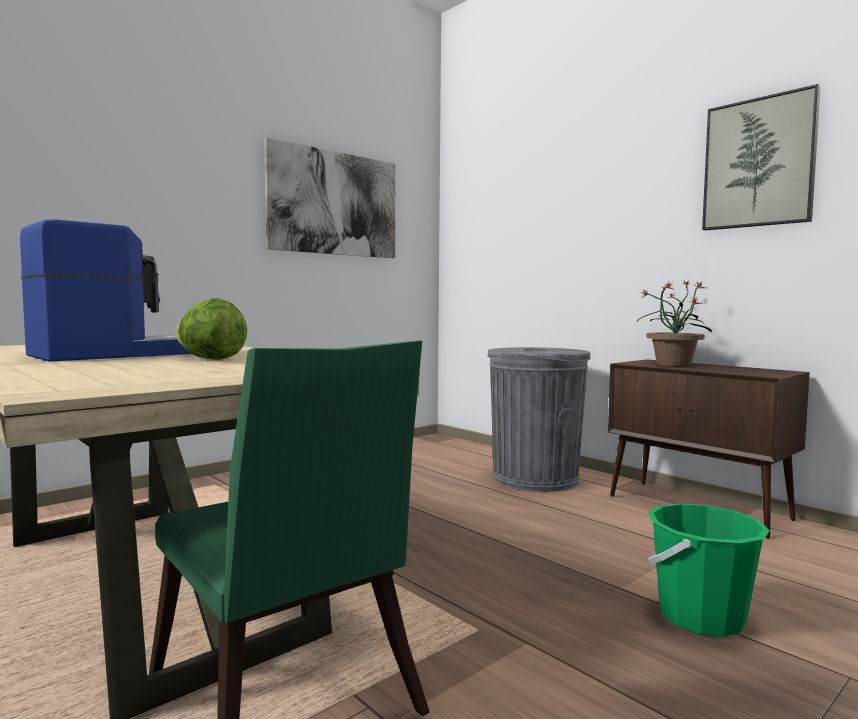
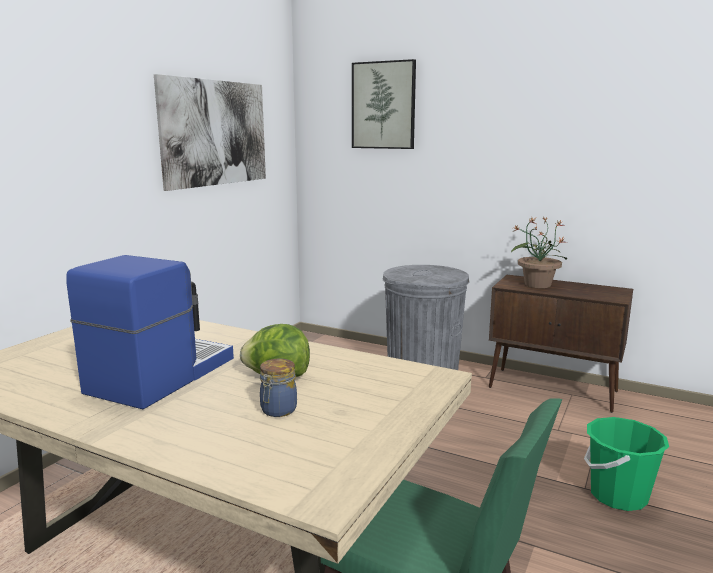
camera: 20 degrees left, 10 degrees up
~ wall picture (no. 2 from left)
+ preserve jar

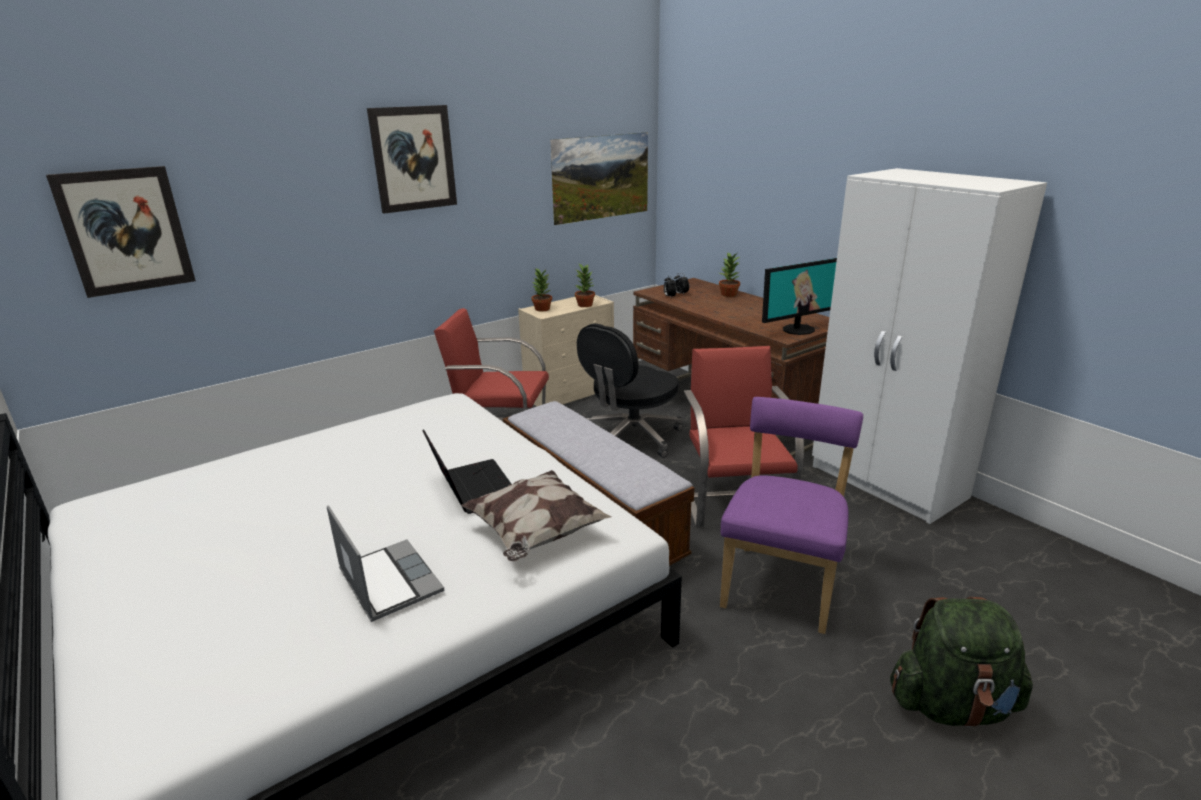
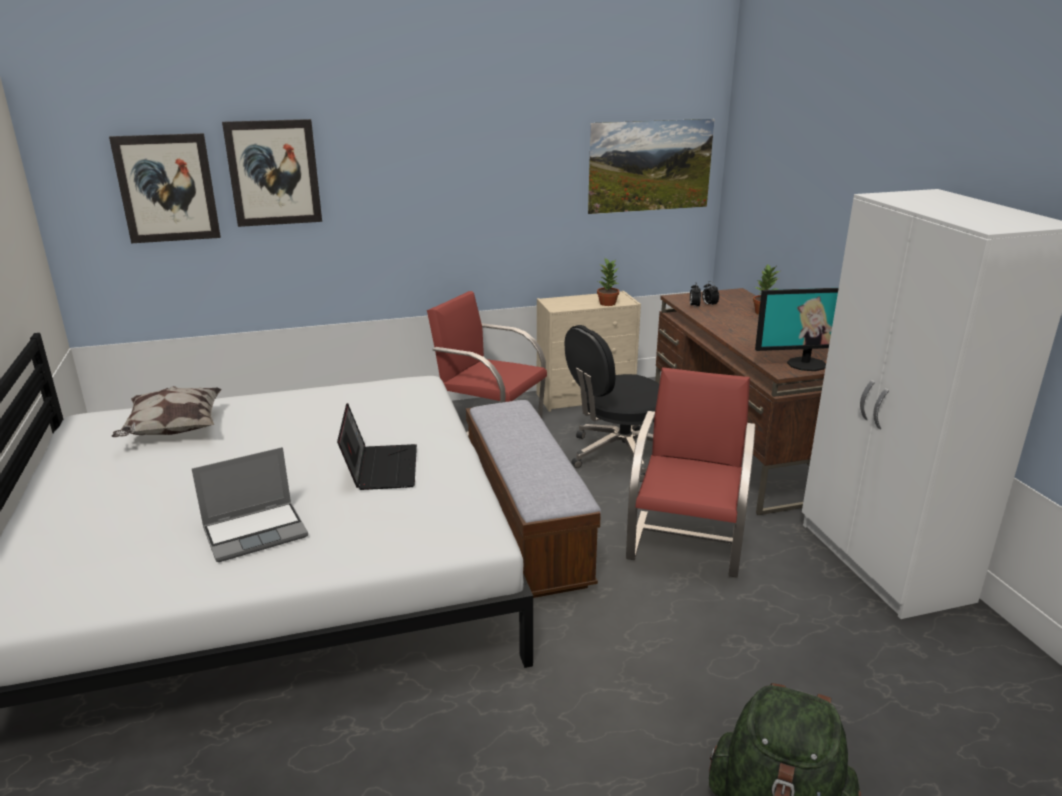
camera: 20 degrees right, 0 degrees up
~ wall picture (no. 2 from left)
- potted plant (no. 1 from left)
- purple-coloured chair
~ cushion
~ laptop (no. 1 from left) 75 degrees clockwise

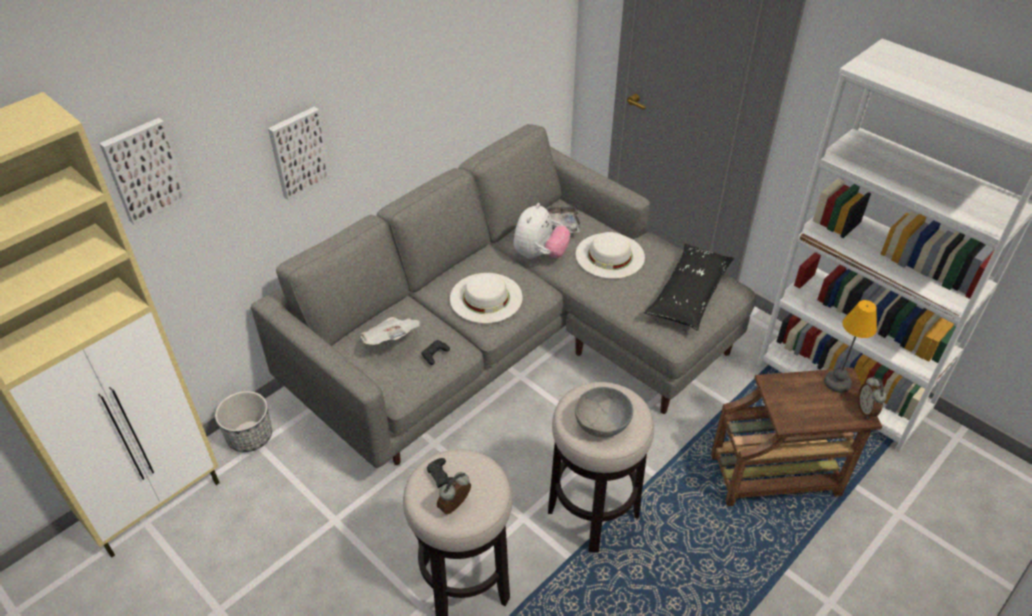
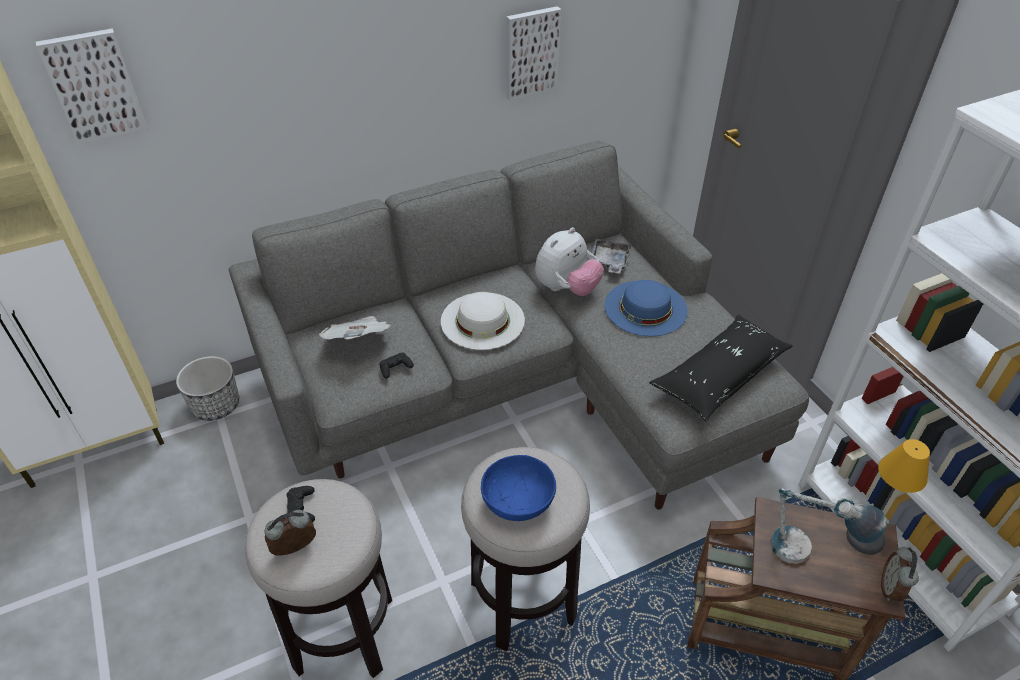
camera: 20 degrees right, 0 degrees up
~ wall picture (no. 2 from left)
~ white-coloured hat (no. 2 from left) to blue hat
~ greyish serving bowl to blue serving bowl
+ tabletop lamp (no. 1 from left)

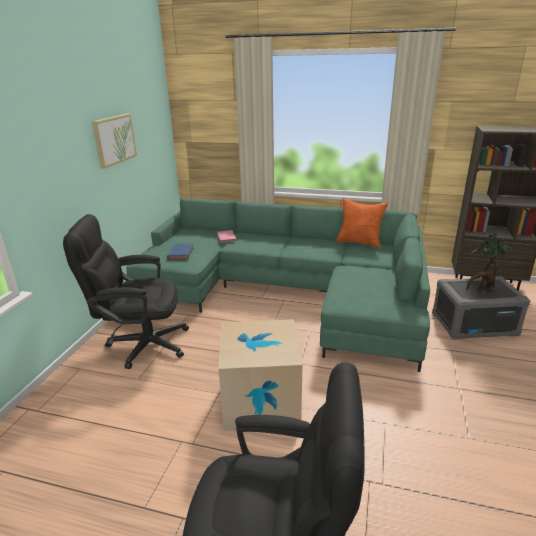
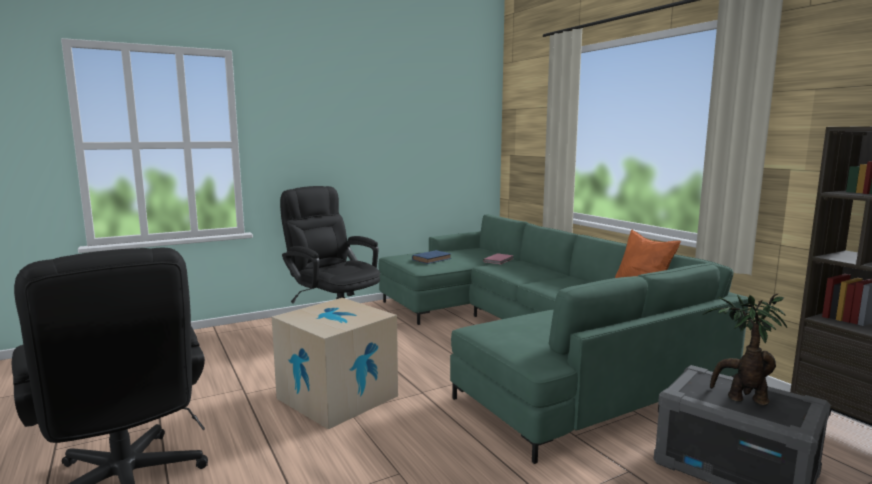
camera: 45 degrees right, 15 degrees down
- wall picture

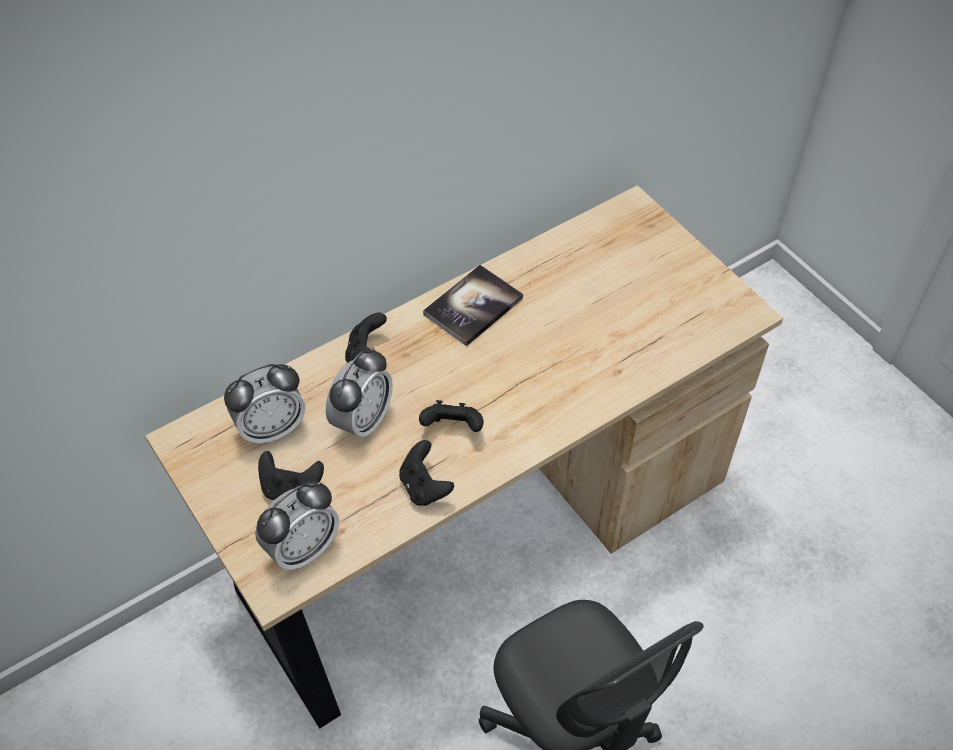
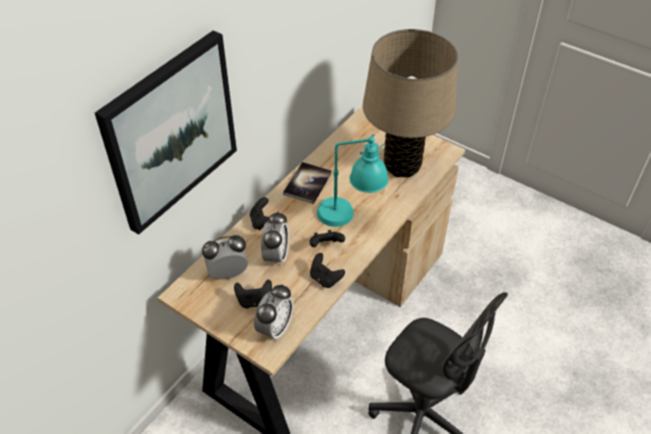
camera: 20 degrees left, 5 degrees down
~ alarm clock (no. 1 from left) 150 degrees counterclockwise
+ beige-coloured tabletop lamp
+ wall picture
+ turquoise tabletop lamp

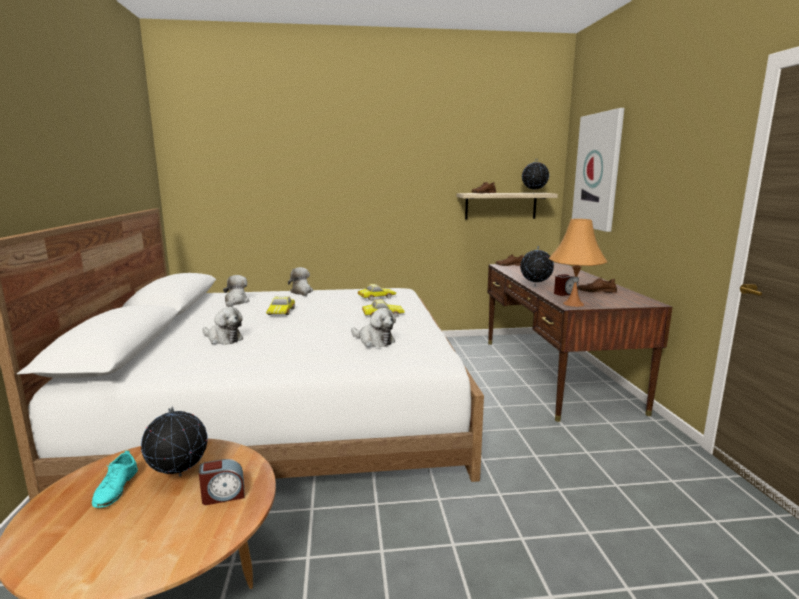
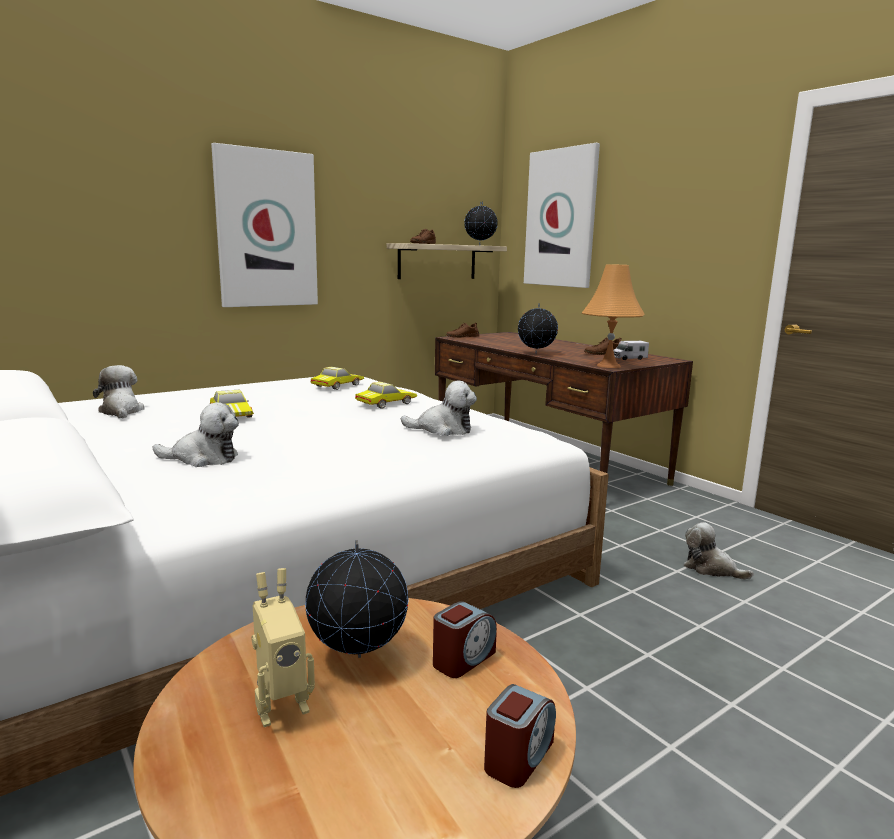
camera: 30 degrees left, 0 degrees up
~ soft toy (no. 3 from left in the first image) to soft toy (no. 4 from left)
~ alarm clock (no. 2 from left)
~ turquoise item of footwear to model robot
+ wall picture (no. 1 from left)
+ toy truck

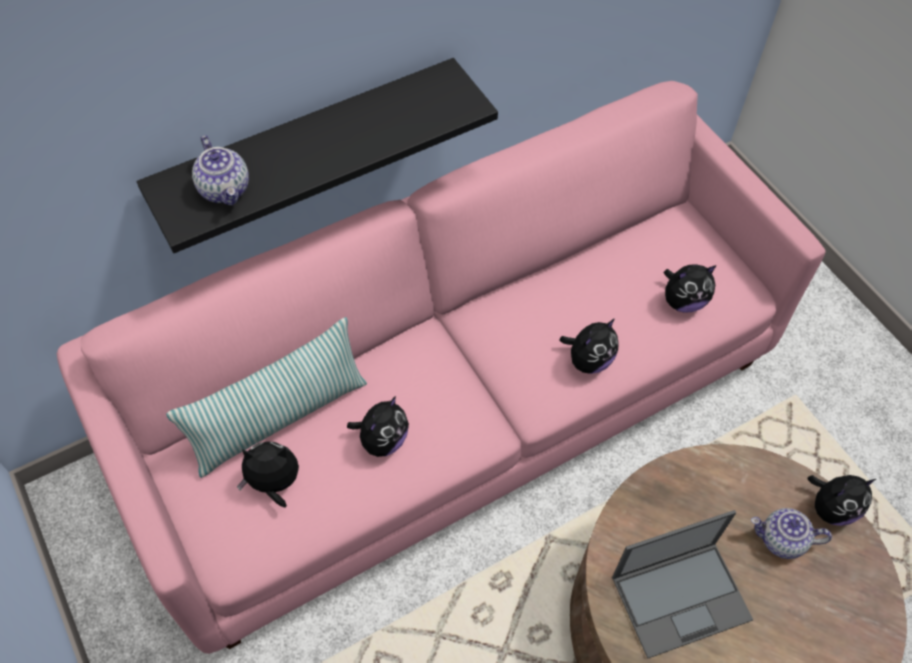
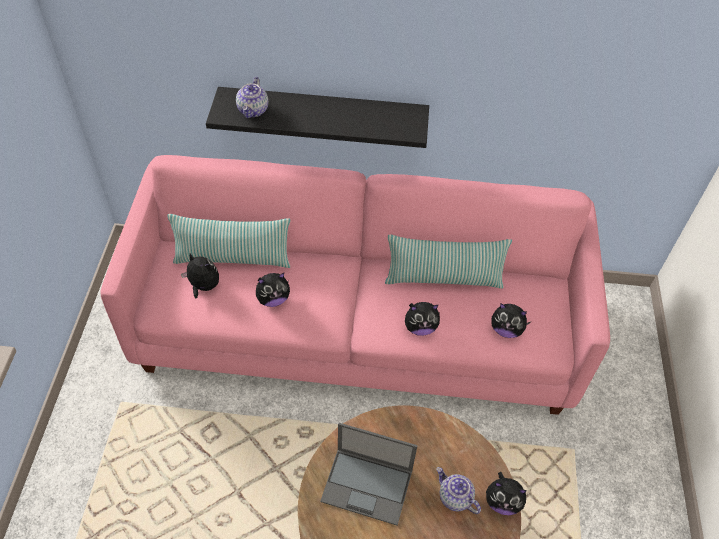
camera: 35 degrees right, 5 degrees down
+ cushion (no. 2 from left)

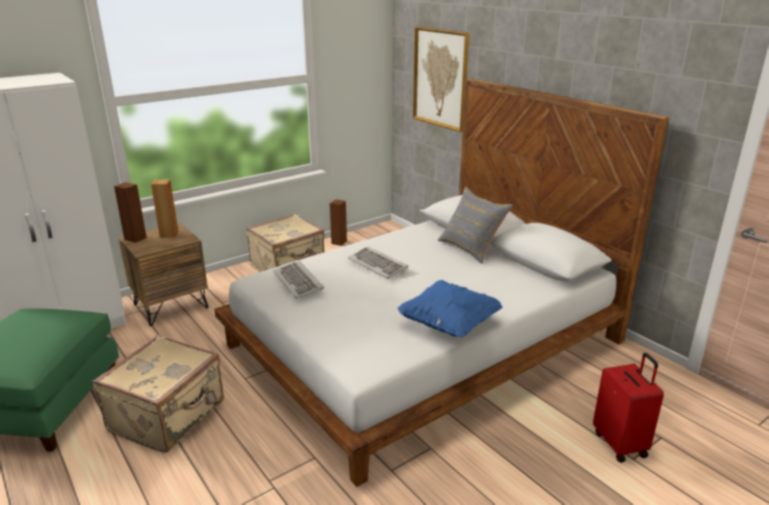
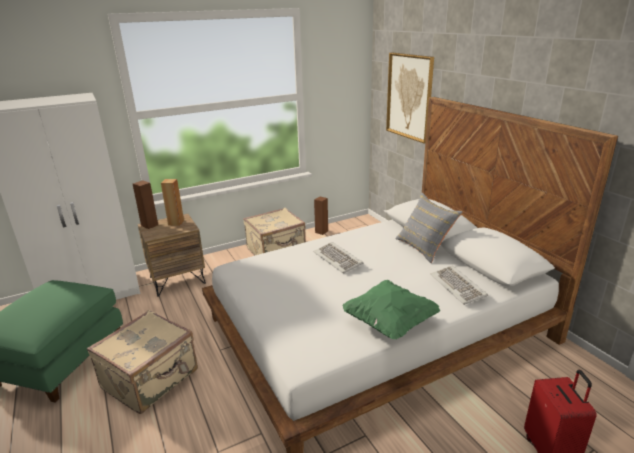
camera: 10 degrees right, 0 degrees up
~ PC keyboard (no. 1 from left in the first image) to PC keyboard (no. 2 from left)
~ blue cushion to green-coloured cushion

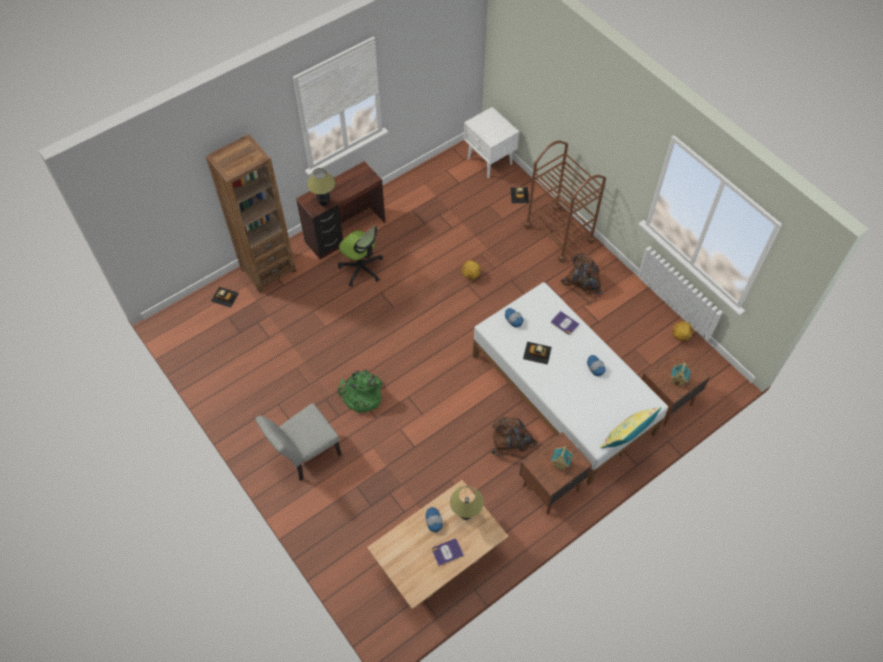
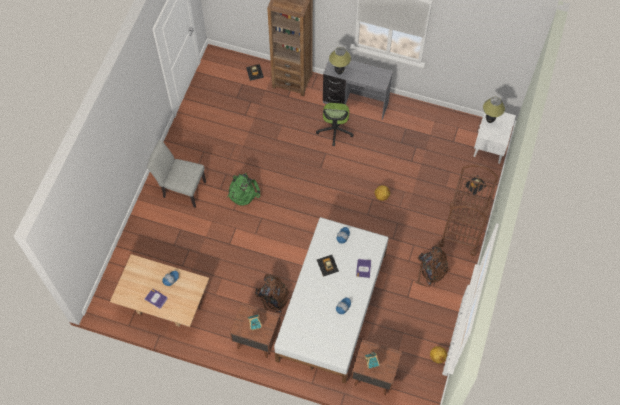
camera: 55 degrees right, 5 degrees up
~ brown-coloured desk unit to greyish desk unit
- yellowish cushion
~ tabletop lamp (no. 2 from left)

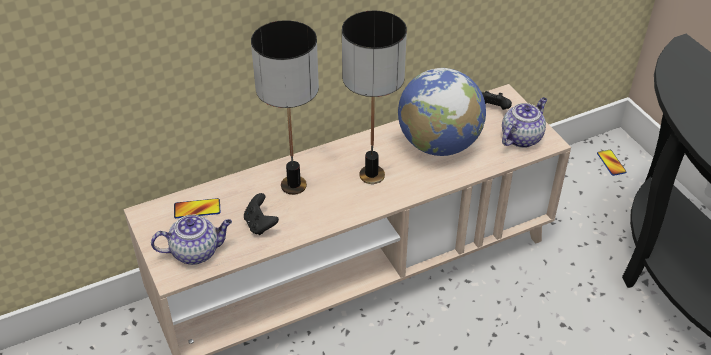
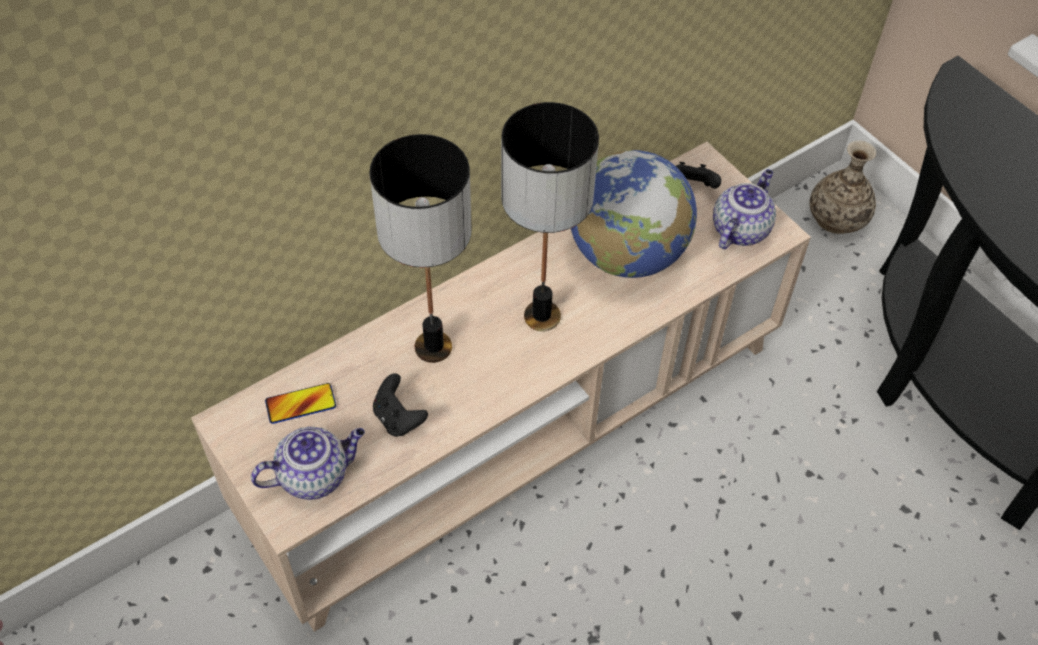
camera: 10 degrees left, 10 degrees up
~ handset (no. 2 from left) to decorative vase

